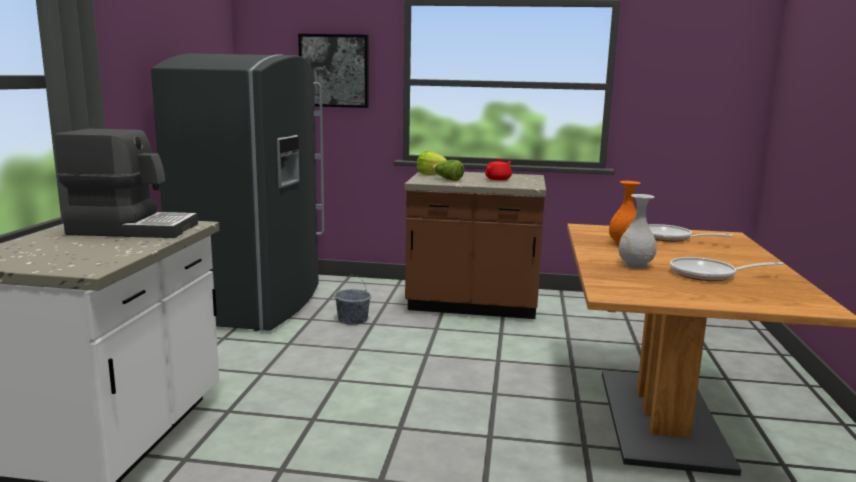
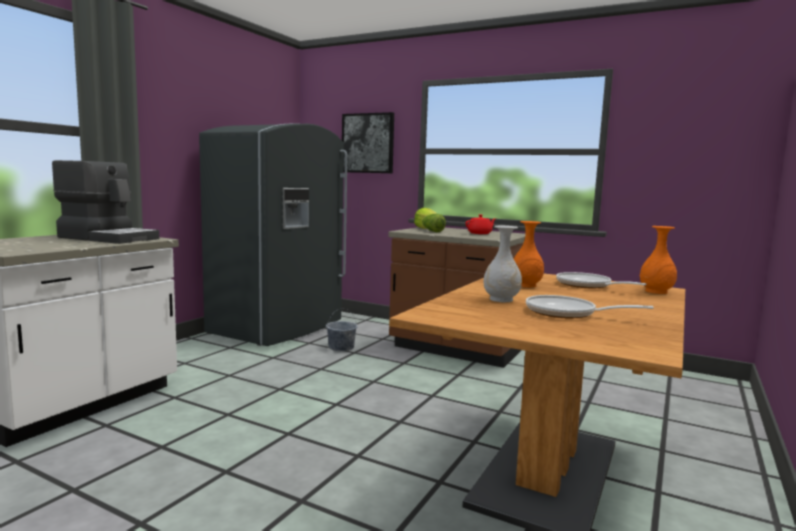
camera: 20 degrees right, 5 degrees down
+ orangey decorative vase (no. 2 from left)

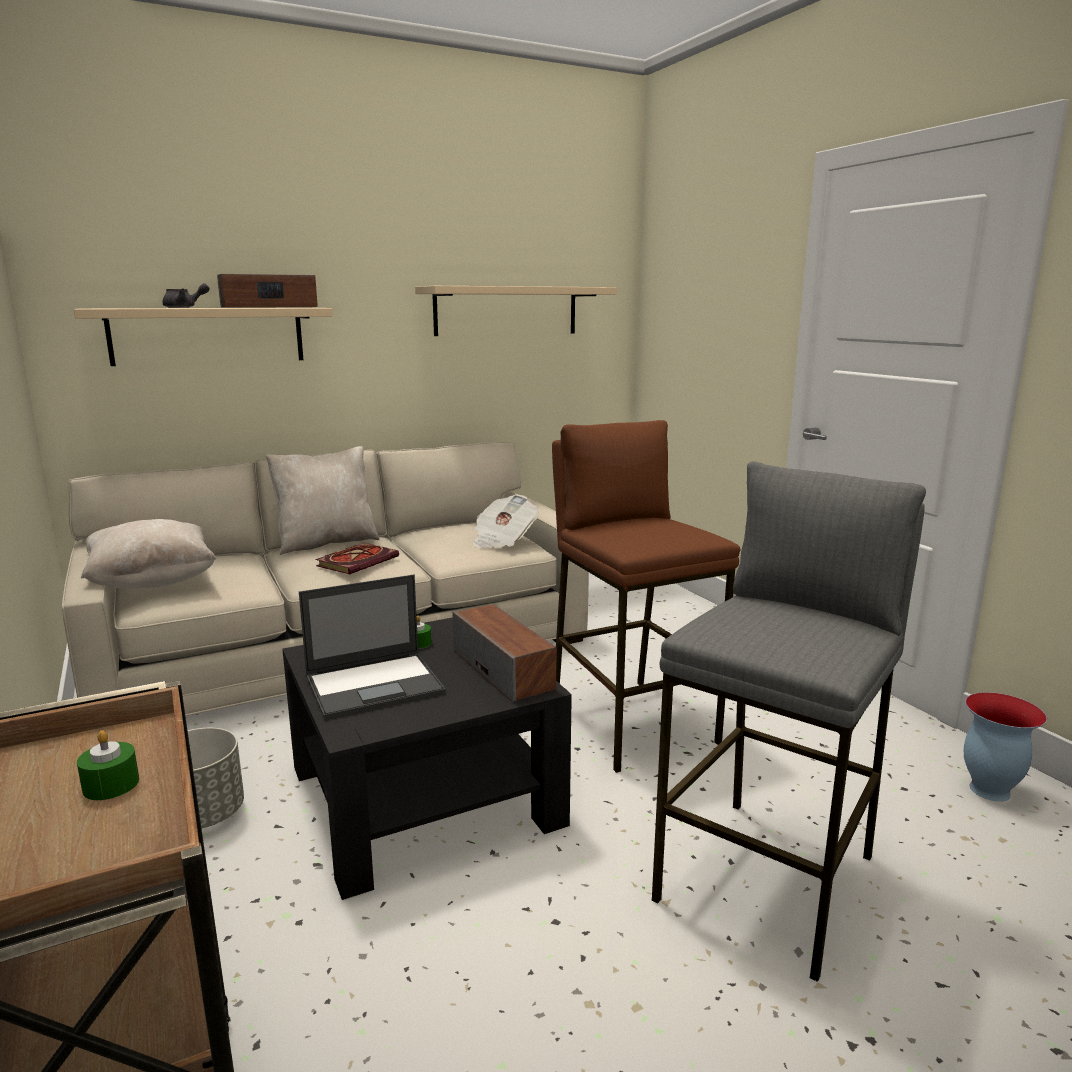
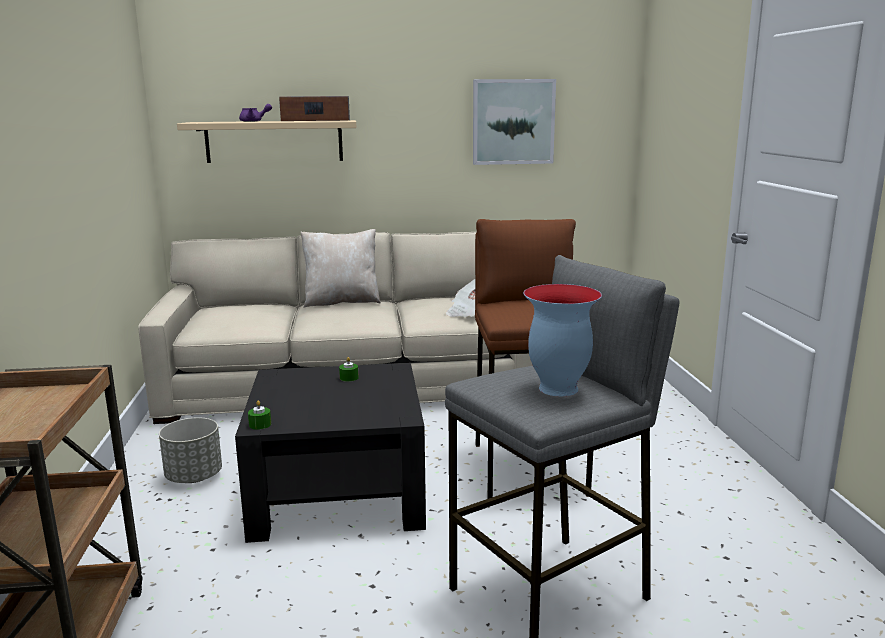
camera: 20 degrees right, 0 degrees up
~ greyish teapot to purple-coloured teapot
~ beige-coloured wall shelf (no. 2 from left) to wall picture
- beige-coloured cushion (no. 1 from left)
- bound book
- laptop
- loudspeaker (no. 2 from left)
~ decorative vase
~ green-coloured candle (no. 1 from left)

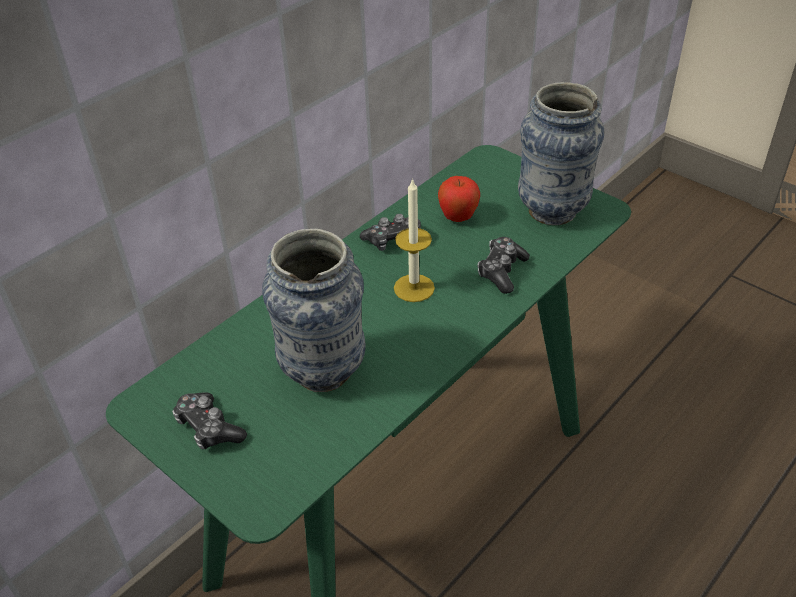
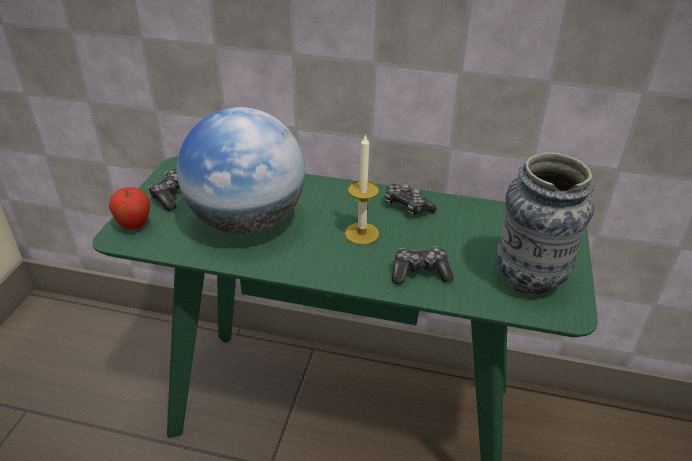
camera: 60 degrees right, 5 degrees down
~ apple fruit
~ decorative vase (no. 1 from left) to globe

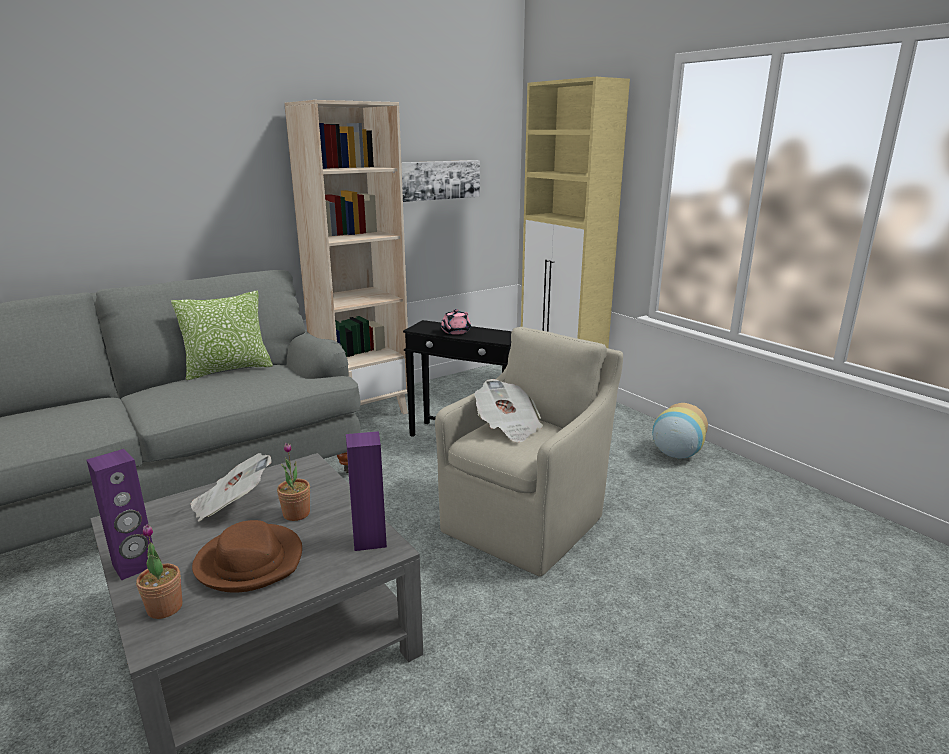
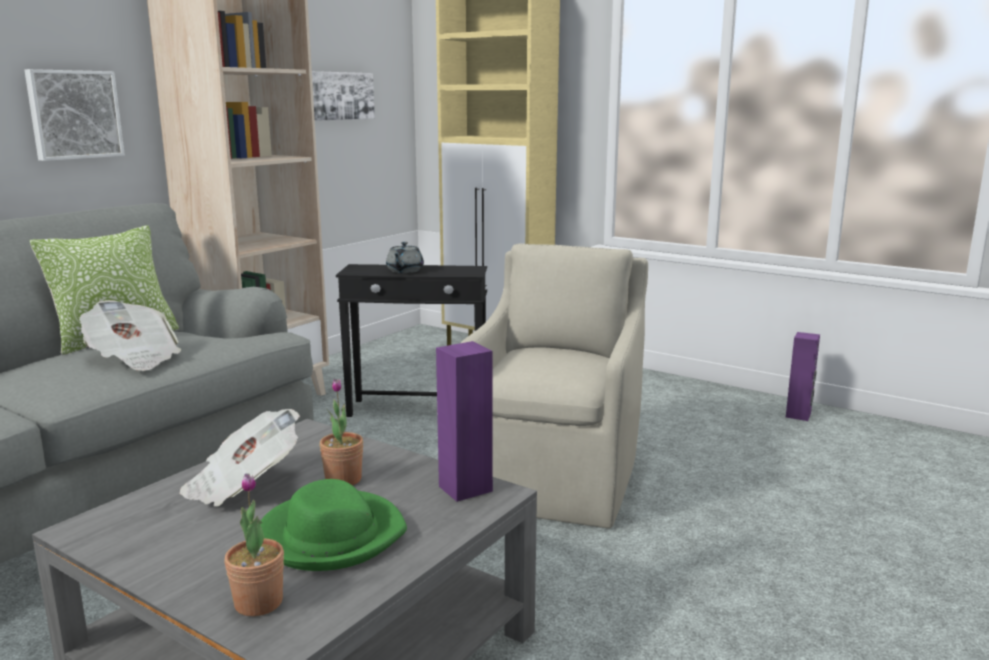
camera: 20 degrees left, 5 degrees down
~ pinkish teapot to greyish teapot
~ daily paper (no. 2 from left in the first image) to daily paper (no. 1 from left)
- decorative vase
~ purple-coloured loudspeaker (no. 1 from left in the first image) to purple-coloured loudspeaker (no. 2 from left)
~ brown-coloured hat to green-coloured hat
+ wall picture (no. 1 from left)

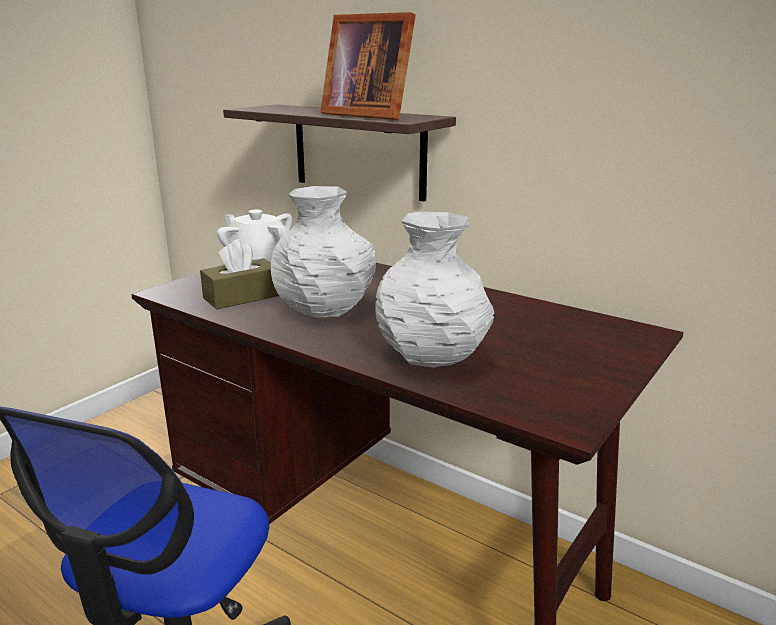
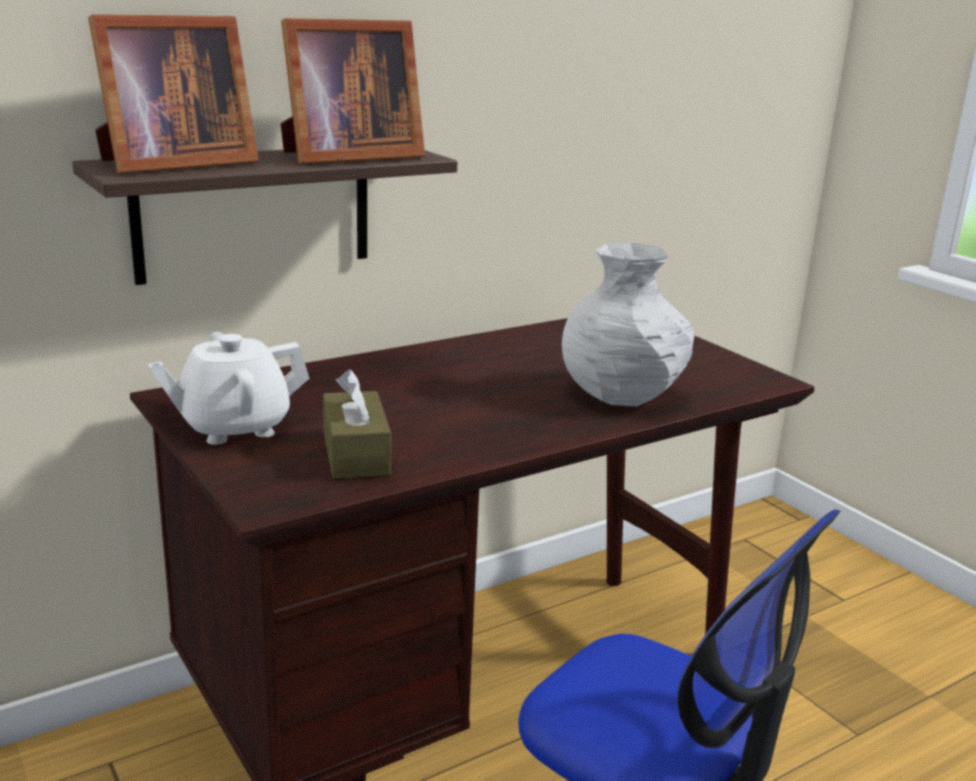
camera: 70 degrees left, 0 degrees up
- white-coloured decorative vase (no. 1 from left)
+ photo frame (no. 1 from left)

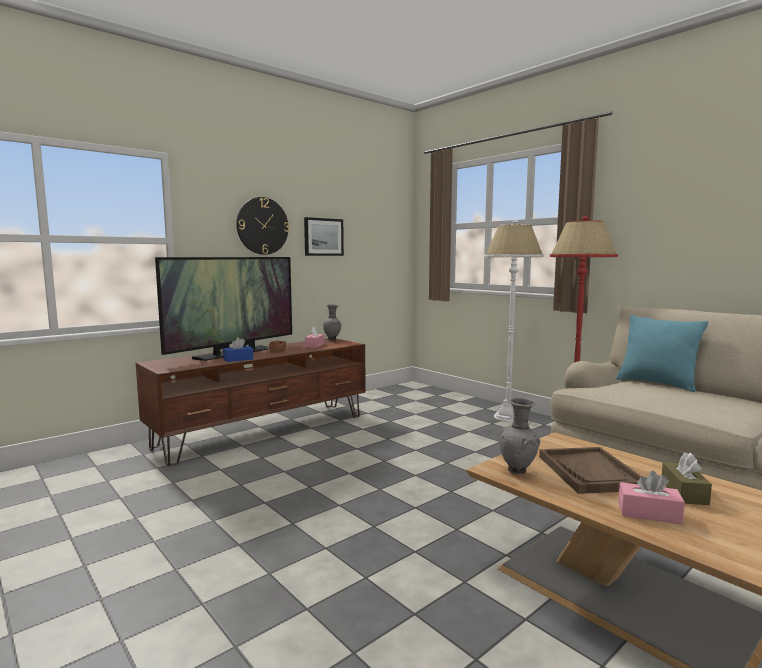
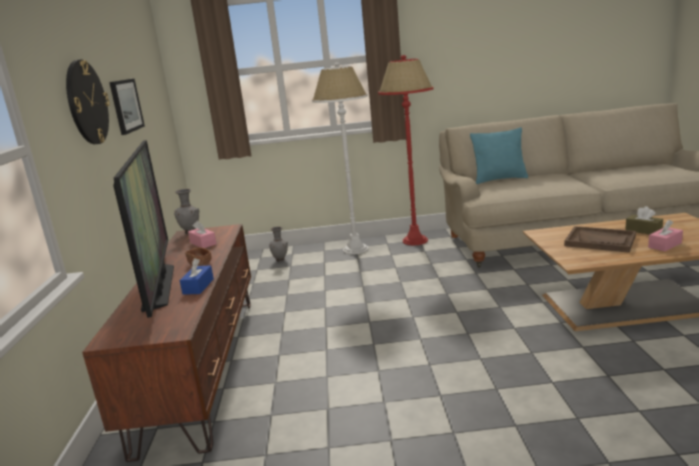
camera: 50 degrees left, 10 degrees up
~ greyish decorative vase (no. 2 from left)

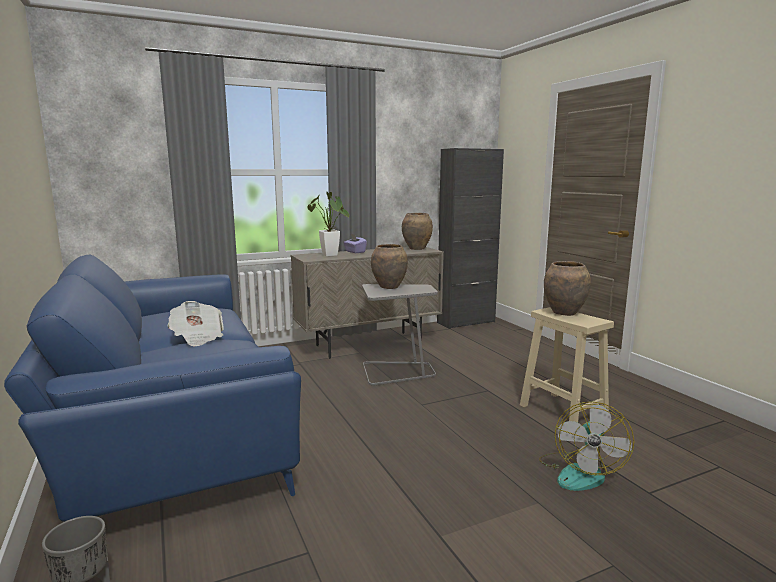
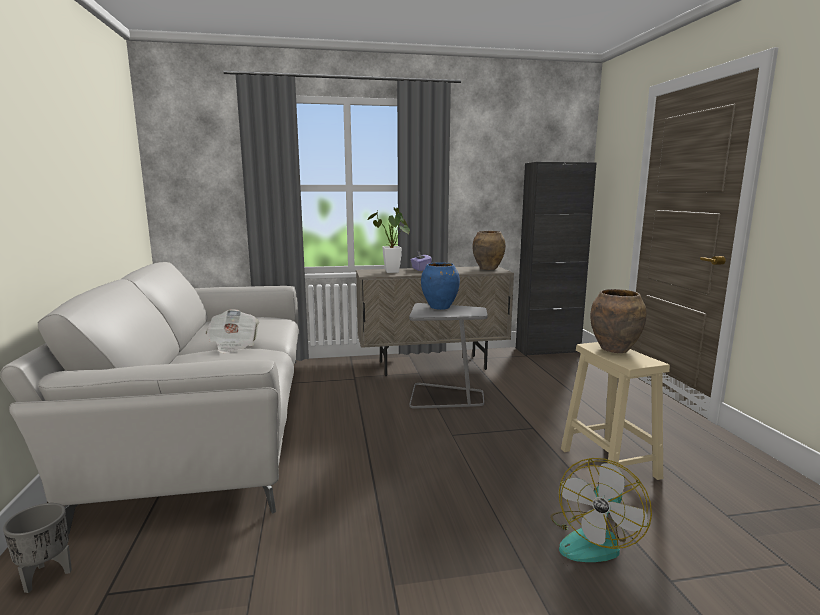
camera: 15 degrees right, 0 degrees up
~ brown-coloured decorative vase (no. 1 from left) to blue decorative vase
~ blue couch to greyish couch

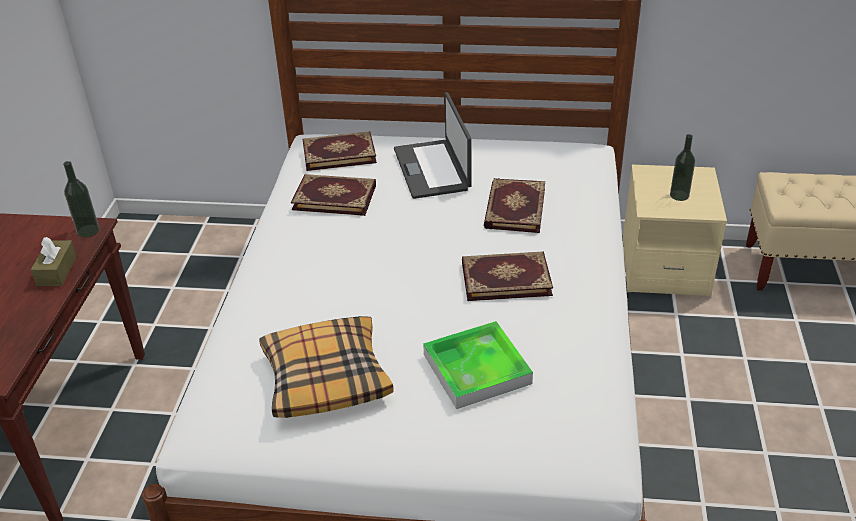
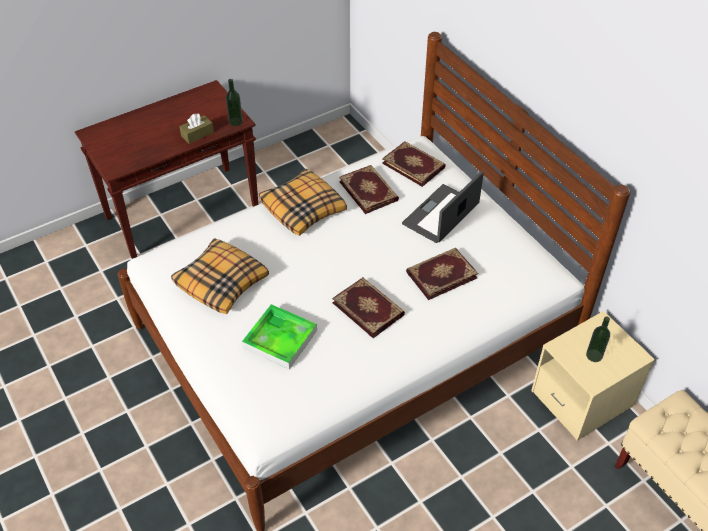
camera: 50 degrees right, 10 degrees up
+ cushion (no. 2 from left)

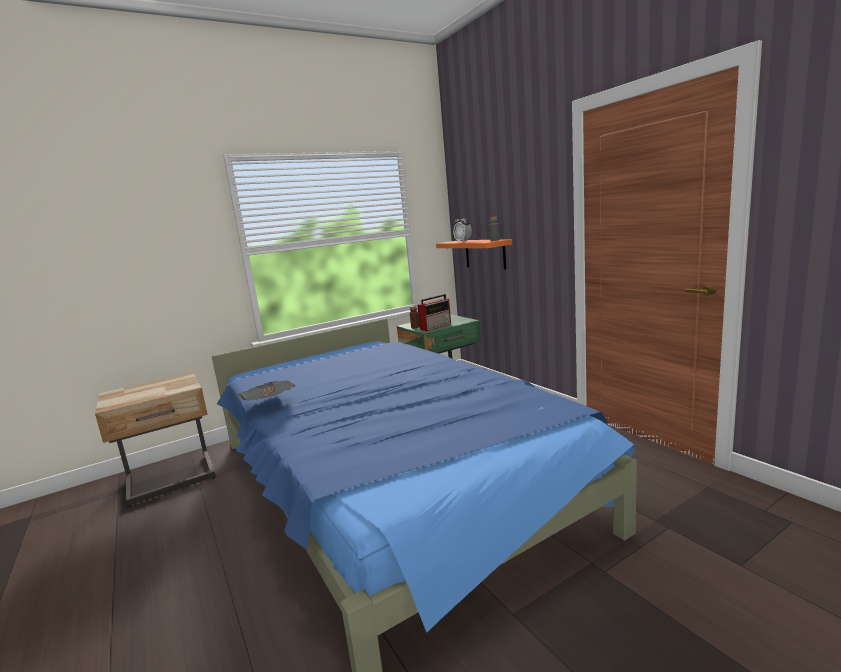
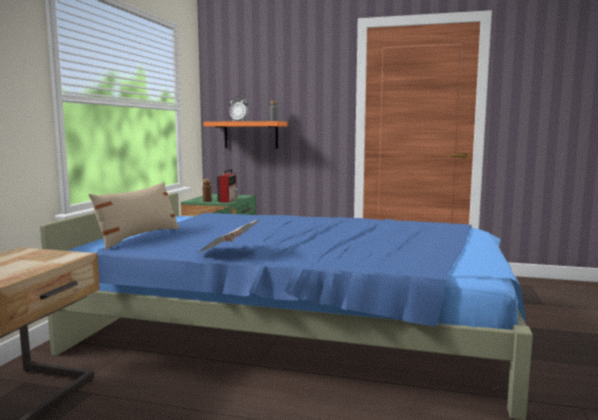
camera: 45 degrees left, 5 degrees down
+ beige-coloured cushion

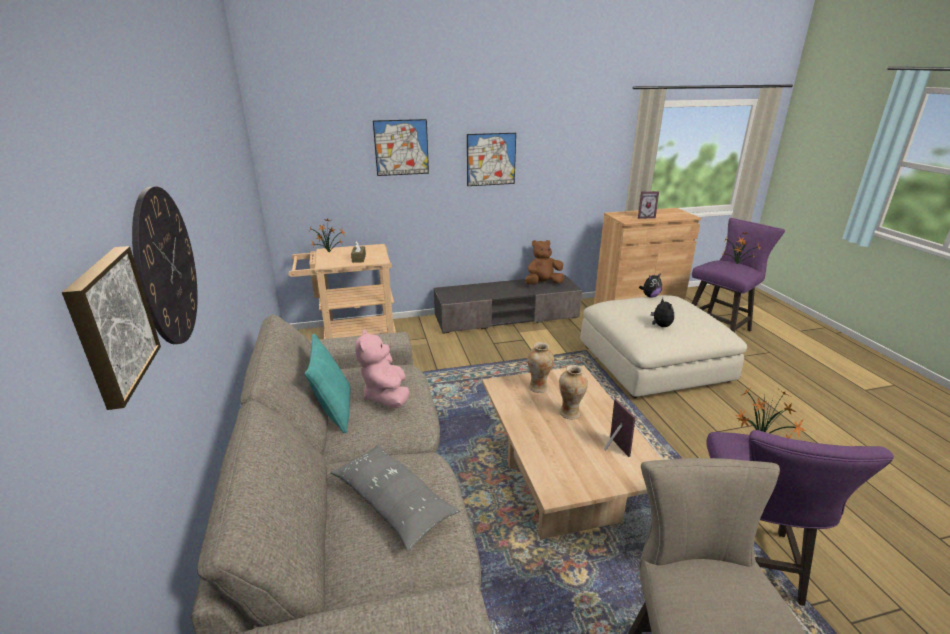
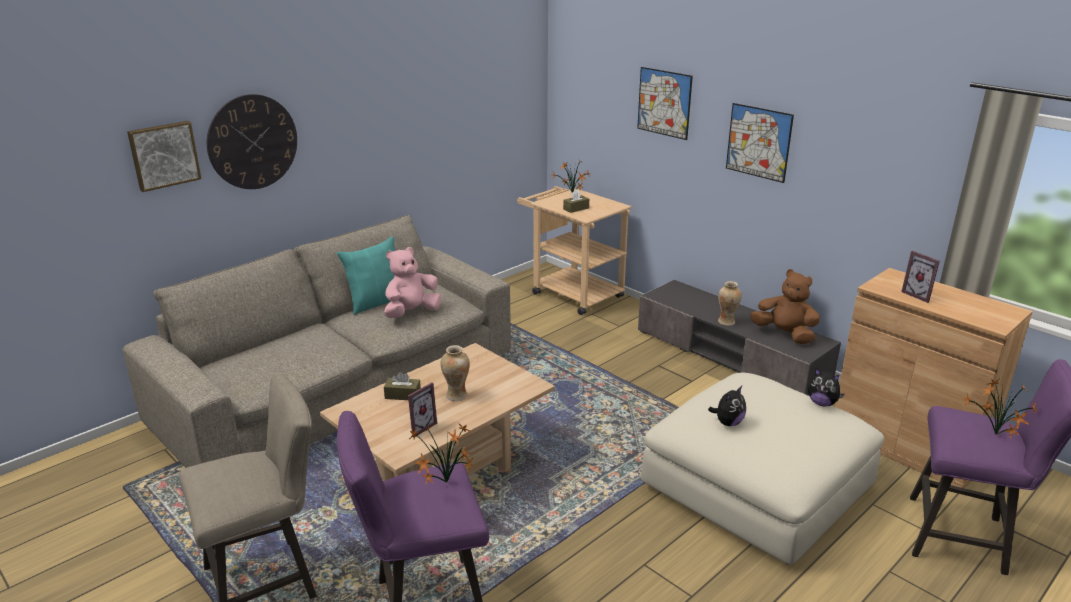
camera: 60 degrees right, 0 degrees up
~ decorative vase (no. 1 from left in the first image) to decorative vase (no. 2 from left)
- greyish cushion
+ brown-coloured tissue box (no. 1 from left)

